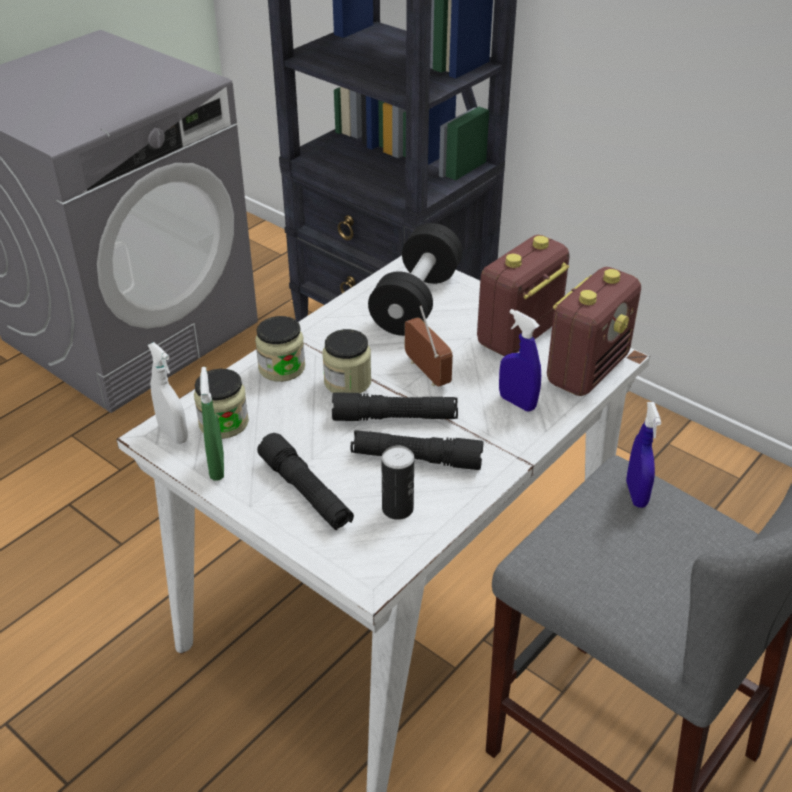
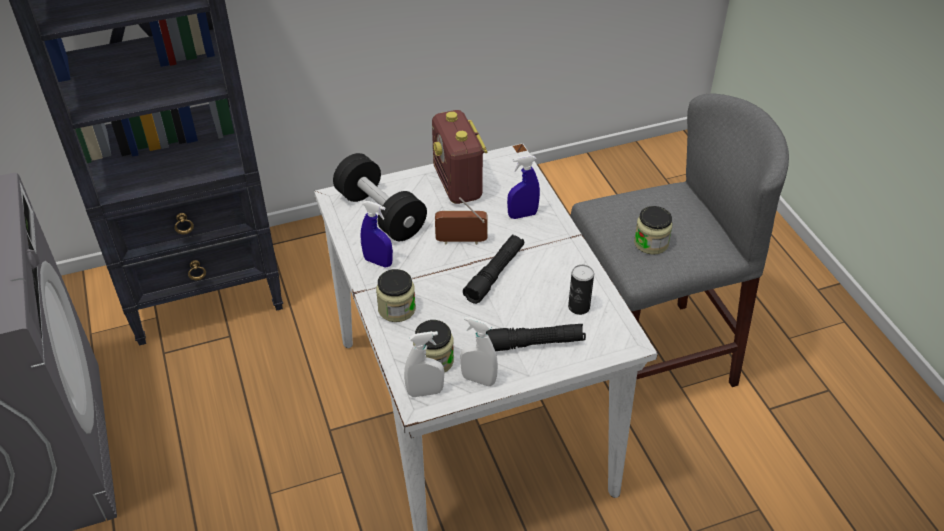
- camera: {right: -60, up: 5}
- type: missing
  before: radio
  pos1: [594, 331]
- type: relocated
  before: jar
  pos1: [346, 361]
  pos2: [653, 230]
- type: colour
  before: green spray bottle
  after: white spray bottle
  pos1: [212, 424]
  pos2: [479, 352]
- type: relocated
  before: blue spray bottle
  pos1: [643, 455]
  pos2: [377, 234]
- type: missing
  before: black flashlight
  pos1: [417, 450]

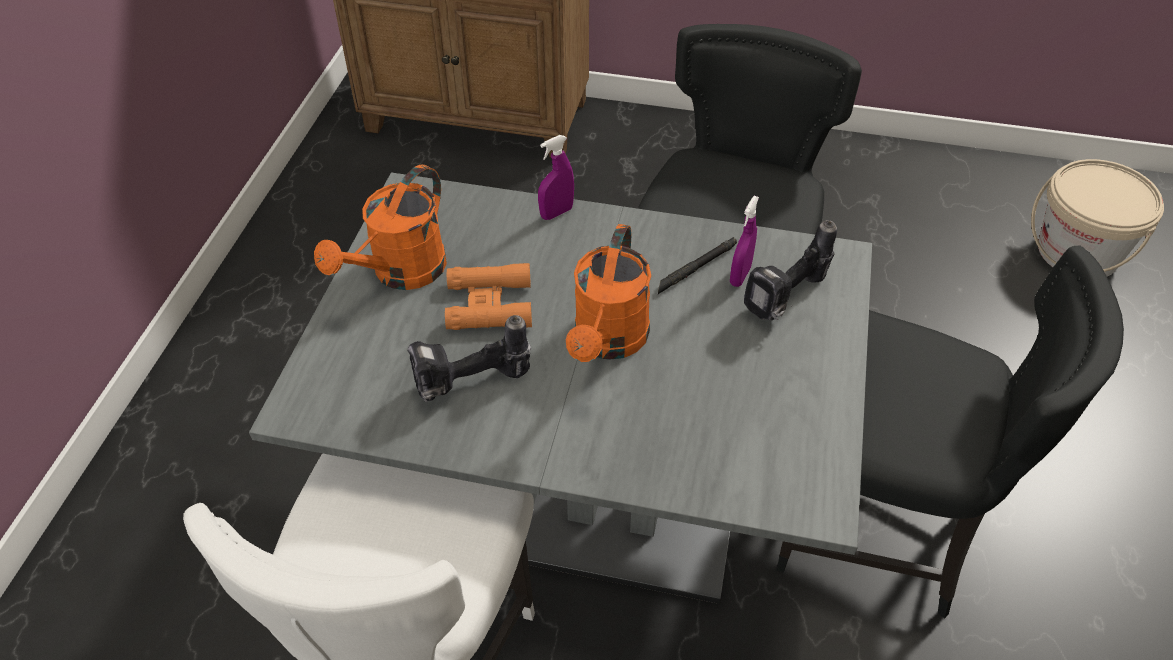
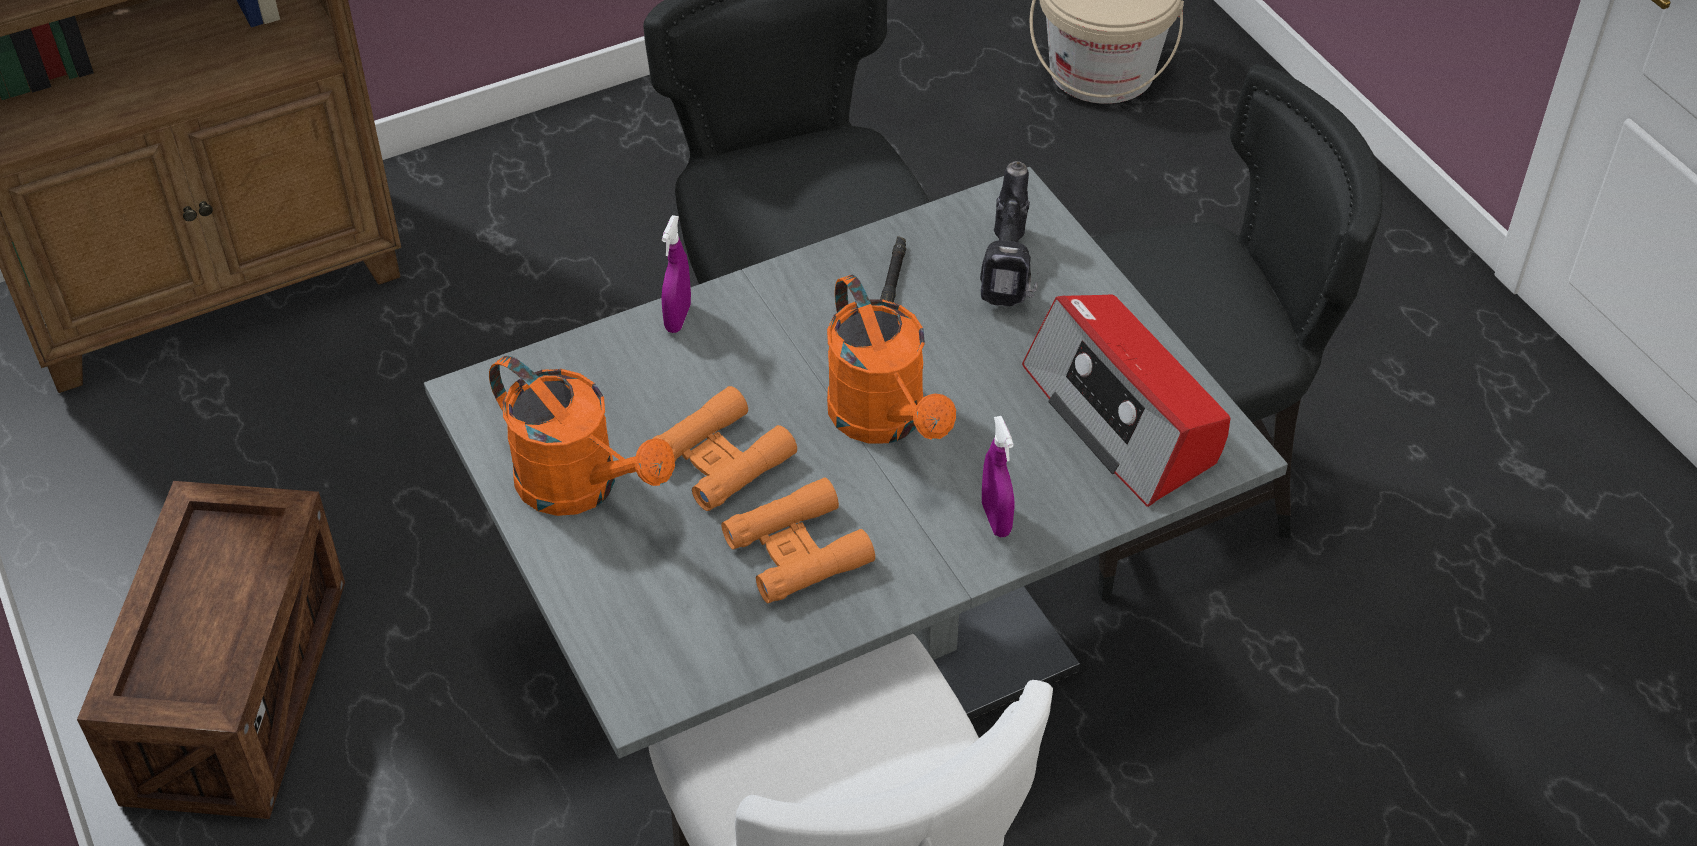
- camera: {right: -40, up: 0}
- type: spun
  before: orange watering can
  pos1: [380, 227]
  pos2: [582, 436]
  turn: -45
- type: relocated
  before: purple spray bottle
  pos1: [744, 241]
  pos2: [998, 476]
- type: exchanged
  before: power drill
  after: orange binoculars
  pos1: [469, 358]
  pos2: [798, 540]
- type: appeared
  after: radio
  pos2: [1126, 400]
- type: appeared
  after: crate
  pos2: [211, 650]

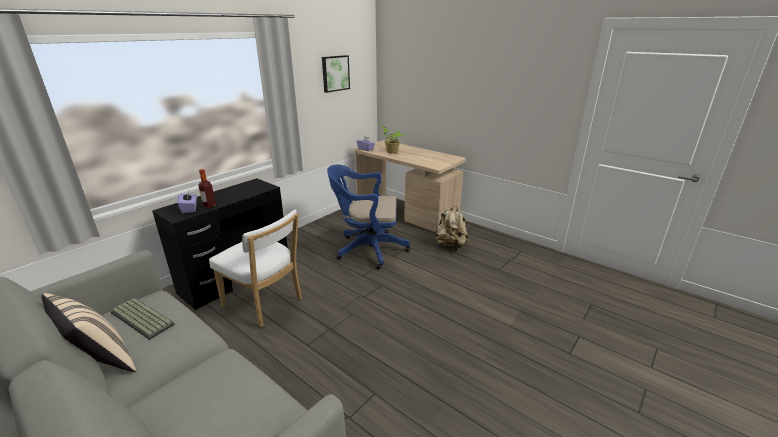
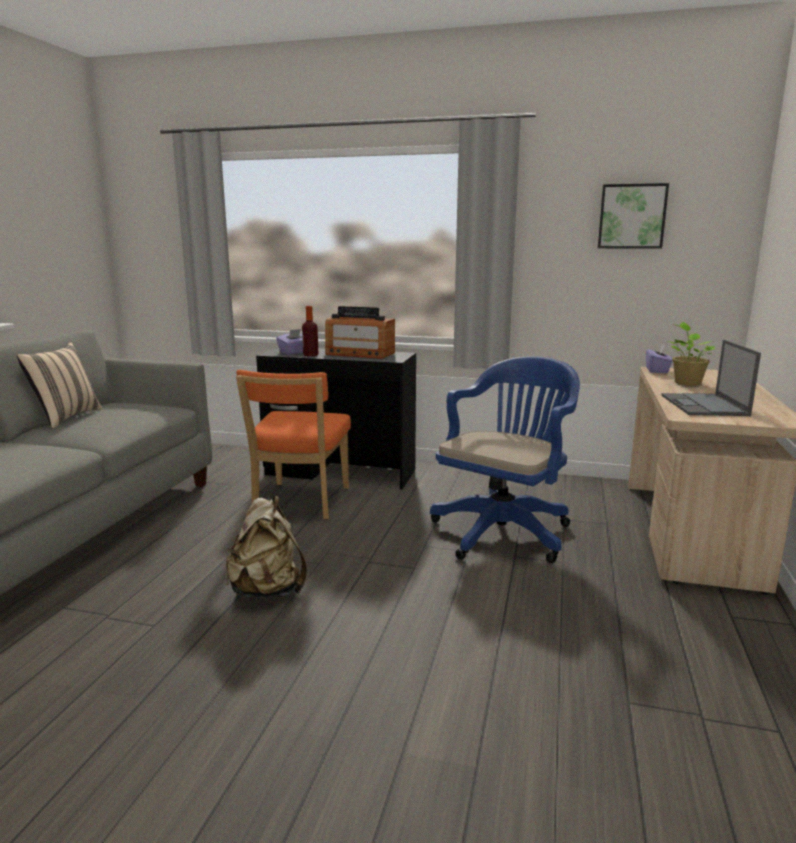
- camera: {right: 65, up: -10}
- type: spun
  before: blue office chair
  pos1: [368, 217]
  pos2: [505, 459]
  turn: 60
- type: relocated
  before: beige backpack
  pos1: [451, 228]
  pos2: [266, 547]
- type: colour
  before: white chair
  after: orange chair
  pos1: [255, 268]
  pos2: [293, 445]
- type: missing
  before: keyboard
  pos1: [143, 319]
- type: appeared
  after: radio
  pos2: [360, 332]
- type: appeared
  after: laptop
  pos2: [711, 378]

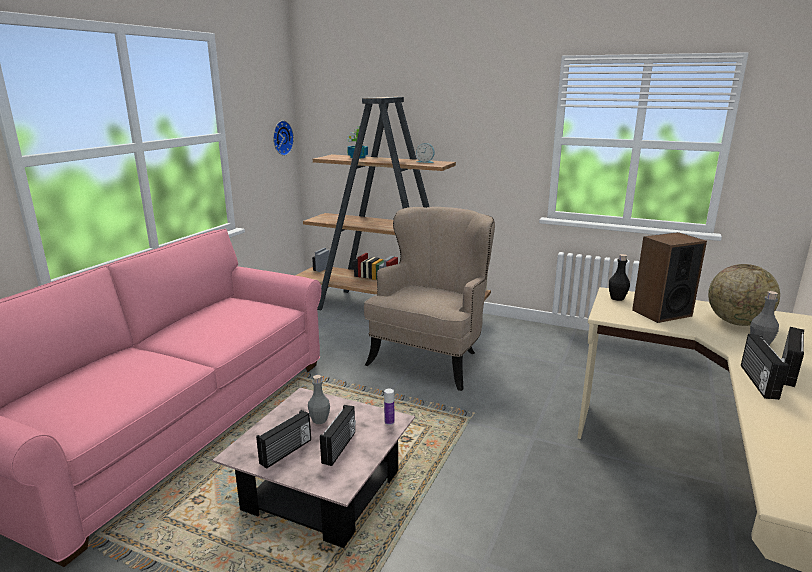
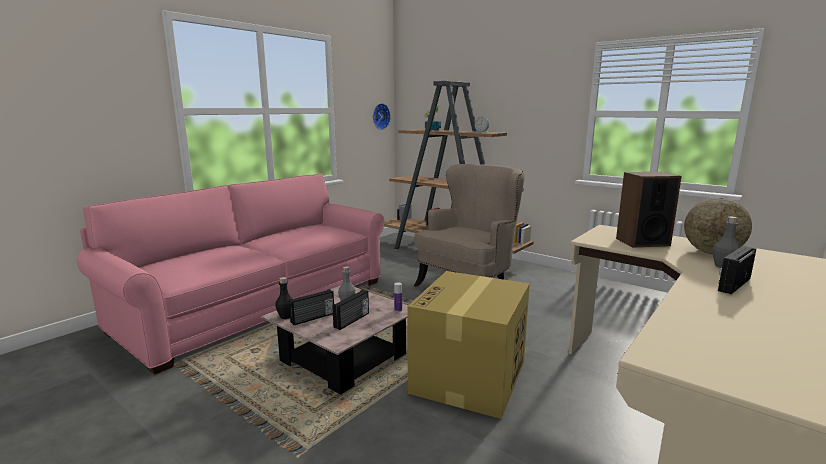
- camera: {right: 15, up: -5}
- type: relocated
  before: black bottle
  pos1: [619, 277]
  pos2: [284, 298]
- type: missing
  before: radio
  pos1: [765, 367]
- type: appeared
  after: cardboard box
  pos2: [468, 345]

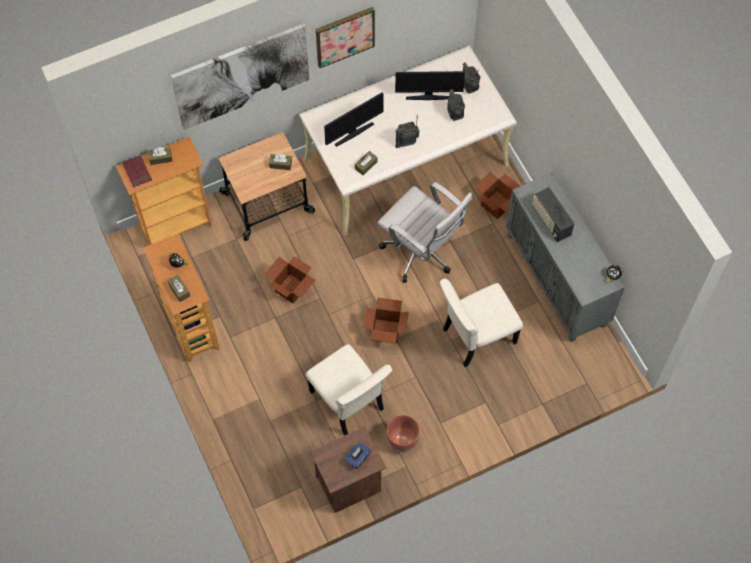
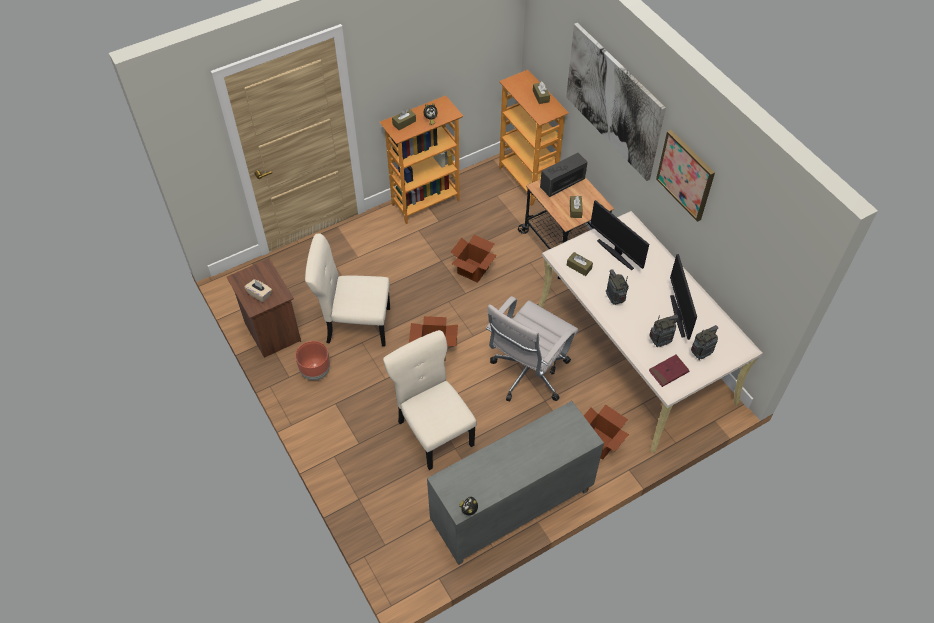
- camera: {right: 85, up: -10}
- type: relocated
  before: red book
  pos1: [137, 171]
  pos2: [669, 371]
- type: relocated
  before: radio
  pos1: [553, 214]
  pos2: [563, 175]
- type: spun
  before: beige chair
  pos1: [349, 390]
  pos2: [347, 289]
  turn: 45
- type: colour
  before: blue tissue box
  after: beige tissue box
  pos1: [358, 455]
  pos2: [258, 290]

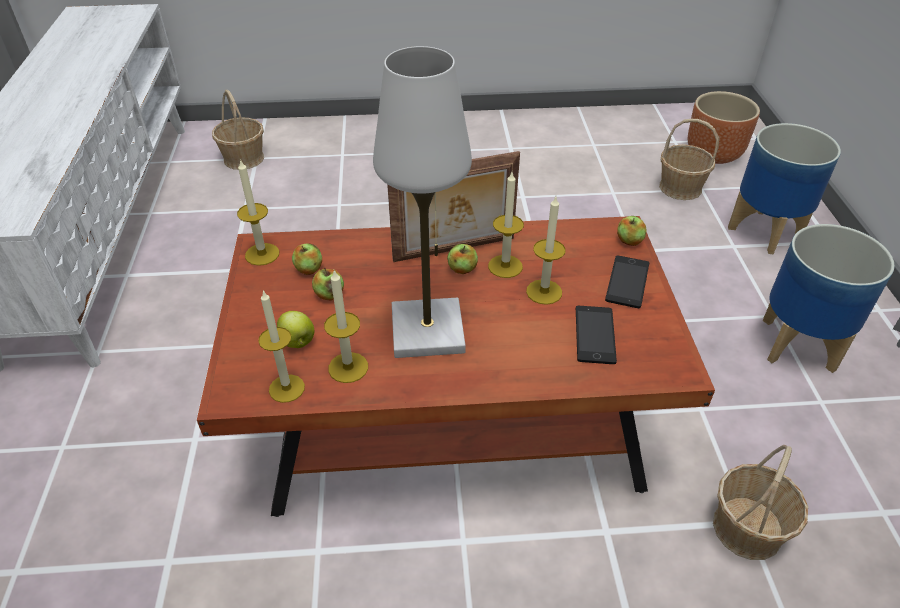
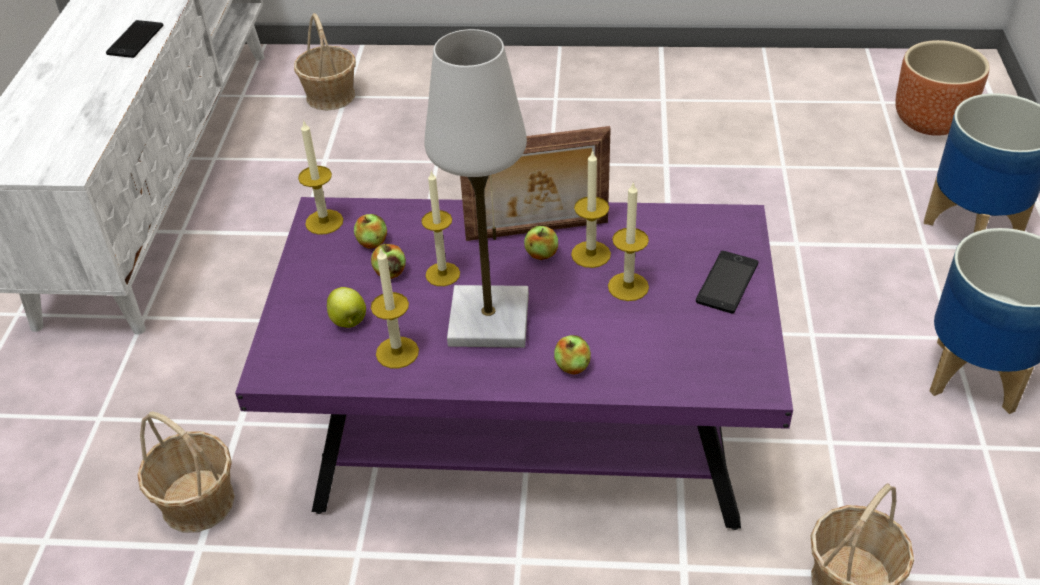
- camera: {right: 10, up: 0}
- type: relocated
  before: basket
  pos1: [689, 159]
  pos2: [186, 471]
- type: colour
  before: brown coffee table
  after: purple coffee table
  pos1: [456, 366]
  pos2: [514, 363]
- type: relocated
  before: apple
  pos1: [632, 231]
  pos2: [572, 355]
- type: relocated
  before: candle
  pos1: [281, 346]
  pos2: [440, 228]
- type: relocated
  before: phone
  pos1: [596, 335]
  pos2: [134, 39]

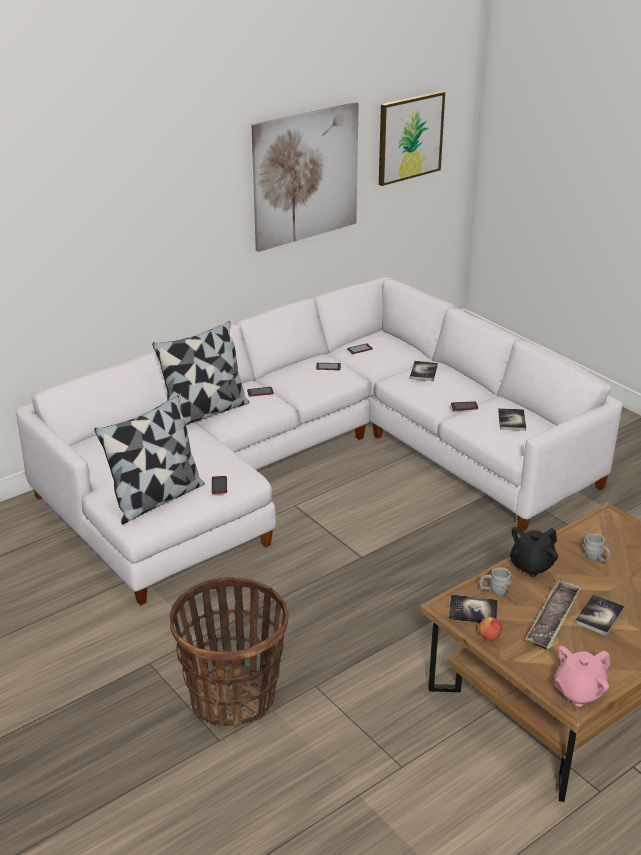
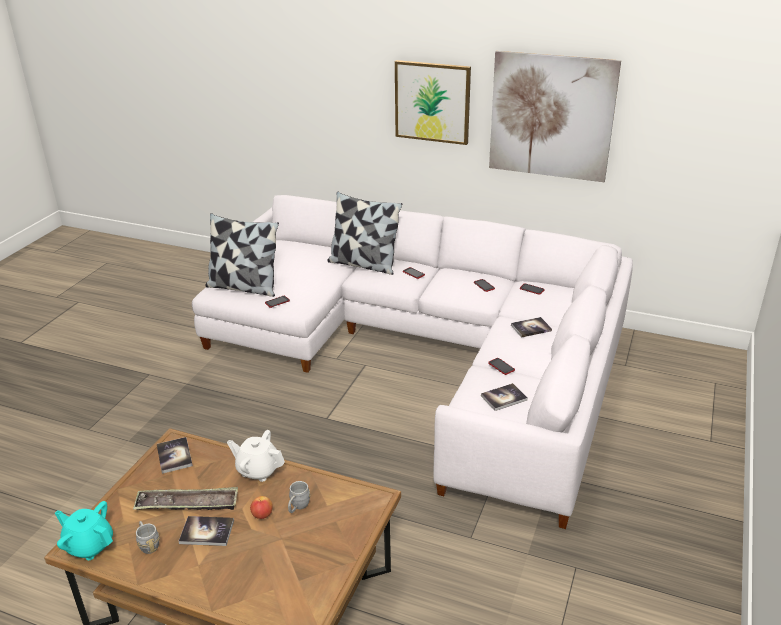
- camera: {right: 60, up: 0}
- type: relocated
  before: picture
  pos1: [412, 138]
  pos2: [433, 102]
- type: colour
  before: black teapot
  after: white teapot
  pos1: [534, 552]
  pos2: [256, 456]
- type: relocated
  before: grey mug
  pos1: [495, 581]
  pos2: [148, 537]
- type: missing
  before: basket
  pos1: [229, 651]
- type: relocated
  before: apple
  pos1: [490, 629]
  pos2: [261, 507]
- type: colour
  before: pink teapot
  after: turquoise teapot
  pos1: [582, 676]
  pos2: [84, 530]

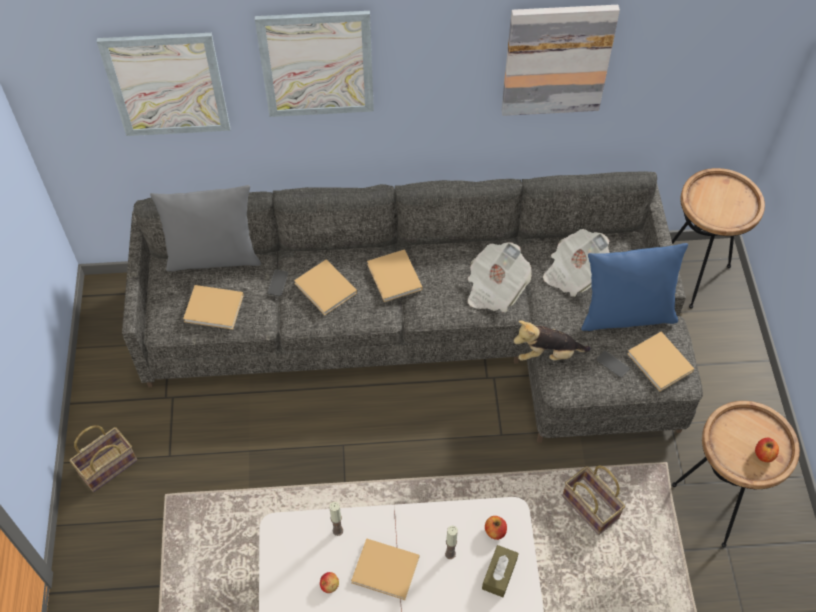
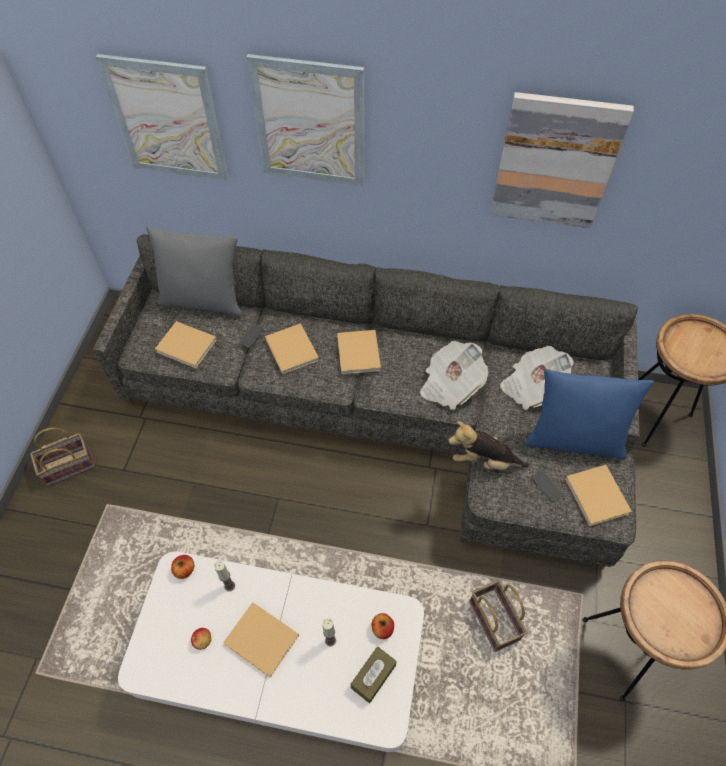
- camera: {right: 15, up: 0}
- type: relocated
  before: apple
  pos1: [767, 450]
  pos2: [182, 567]

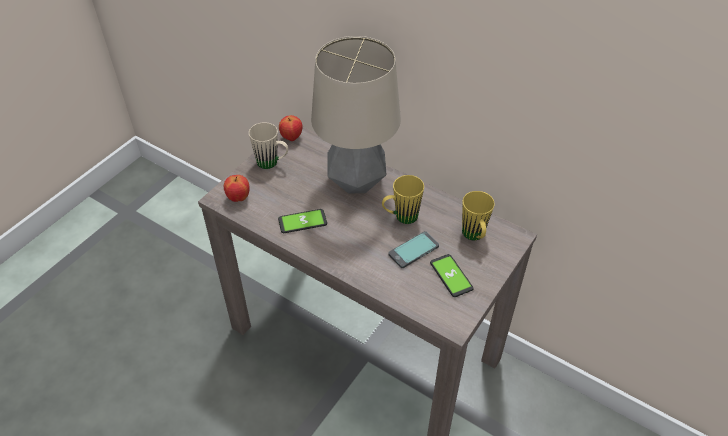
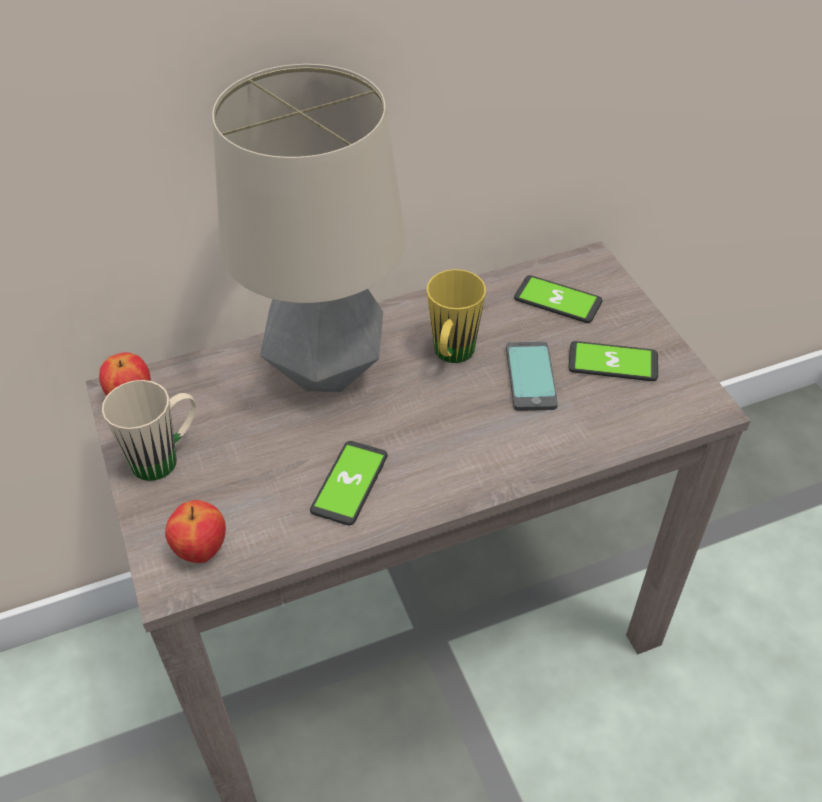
- camera: {right: -55, up: 0}
- type: exchanged
  before: yellow mug
  after: phone
  pos1: [478, 215]
  pos2: [558, 299]

